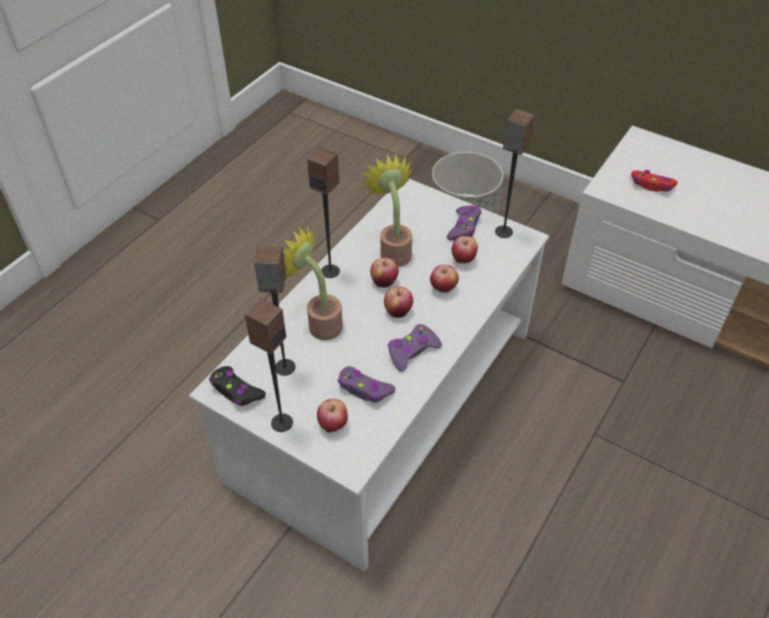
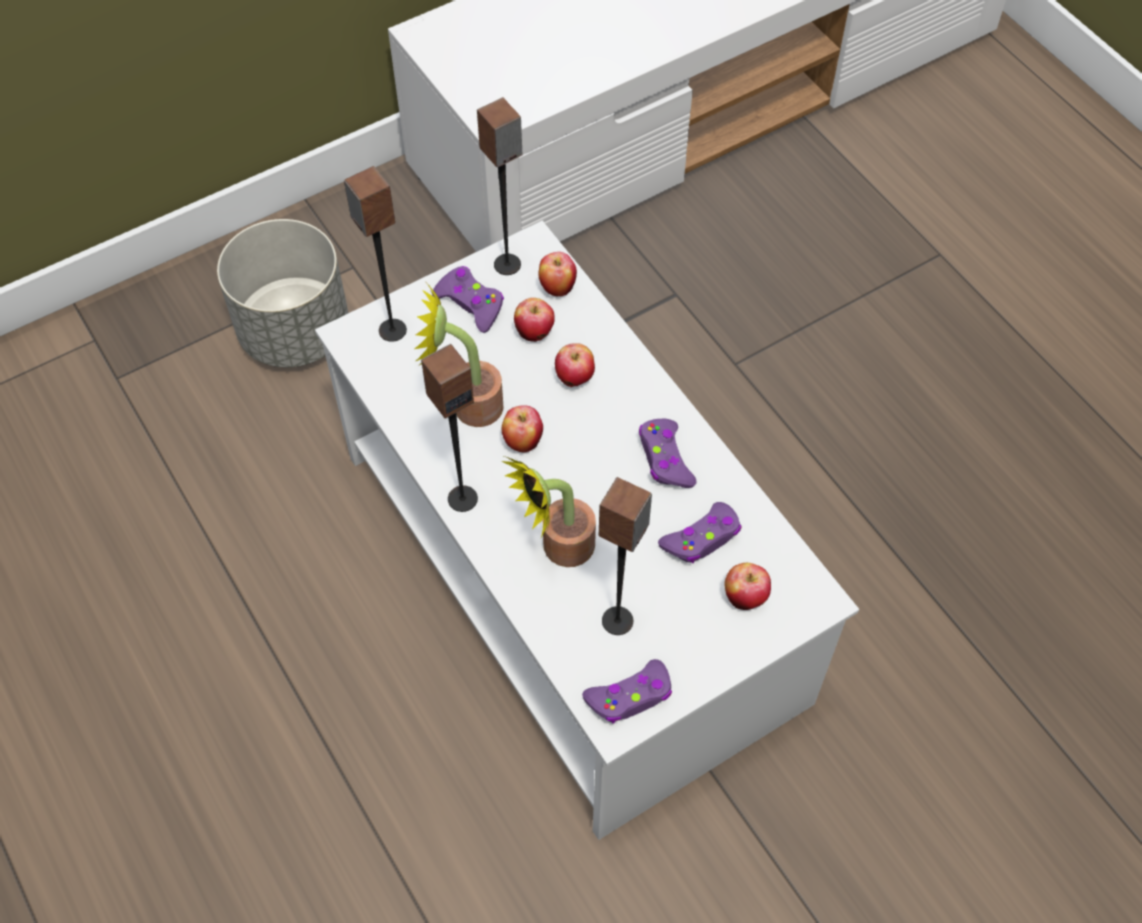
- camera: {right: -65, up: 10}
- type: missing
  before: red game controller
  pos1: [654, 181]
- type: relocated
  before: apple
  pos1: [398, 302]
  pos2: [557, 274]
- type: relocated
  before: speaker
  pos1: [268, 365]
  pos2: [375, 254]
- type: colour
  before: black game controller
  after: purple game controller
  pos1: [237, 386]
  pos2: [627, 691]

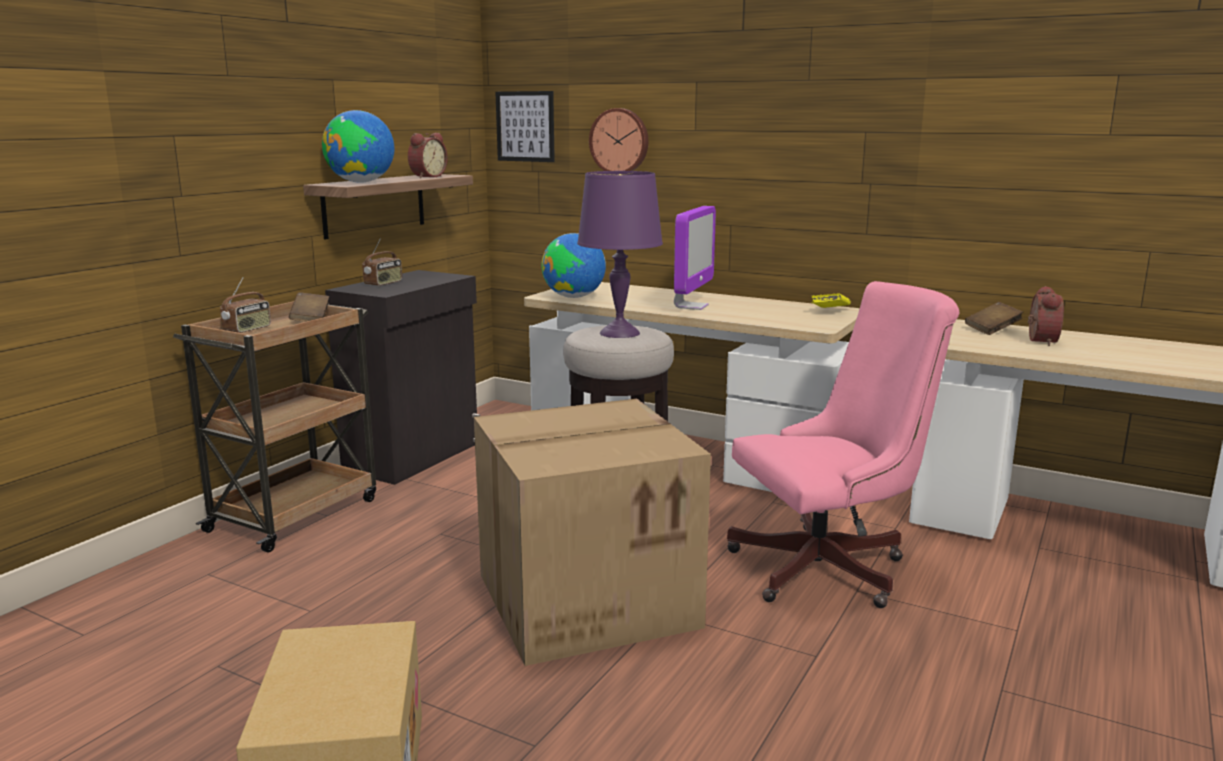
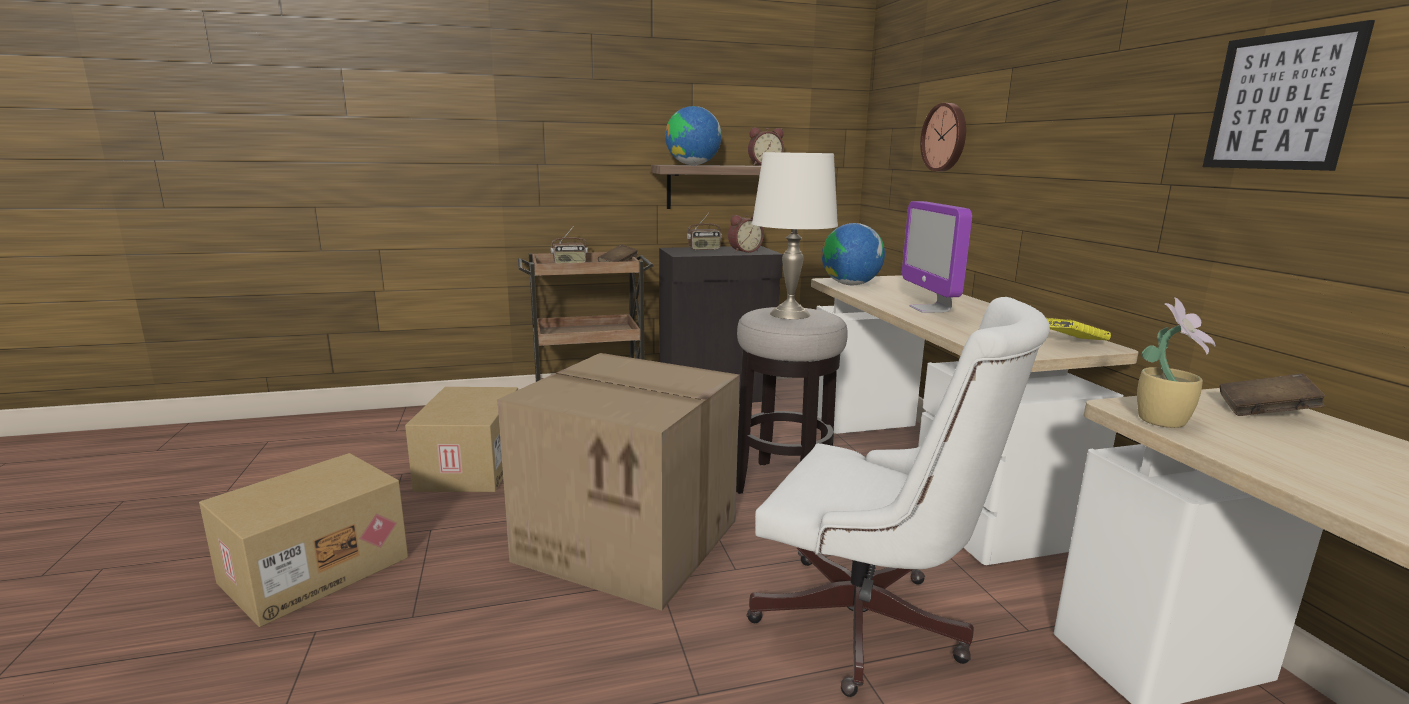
- camera: {right: 45, up: 0}
- type: relocated
  before: picture
  pos1: [525, 126]
  pos2: [1289, 95]
- type: colour
  before: purple table lamp
  after: white table lamp
  pos1: [620, 254]
  pos2: [795, 235]
- type: spun
  before: monitor
  pos1: [695, 258]
  pos2: [937, 257]
  turn: 105
- type: colour
  before: pink office chair
  after: white office chair
  pos1: [843, 444]
  pos2: [898, 497]
- type: relocated
  before: alarm clock
  pos1: [1046, 316]
  pos2: [746, 234]
- type: appeared
  after: potted plant
  pos2: [1176, 362]
- type: appeared
  after: cardboard box
  pos2: [461, 439]

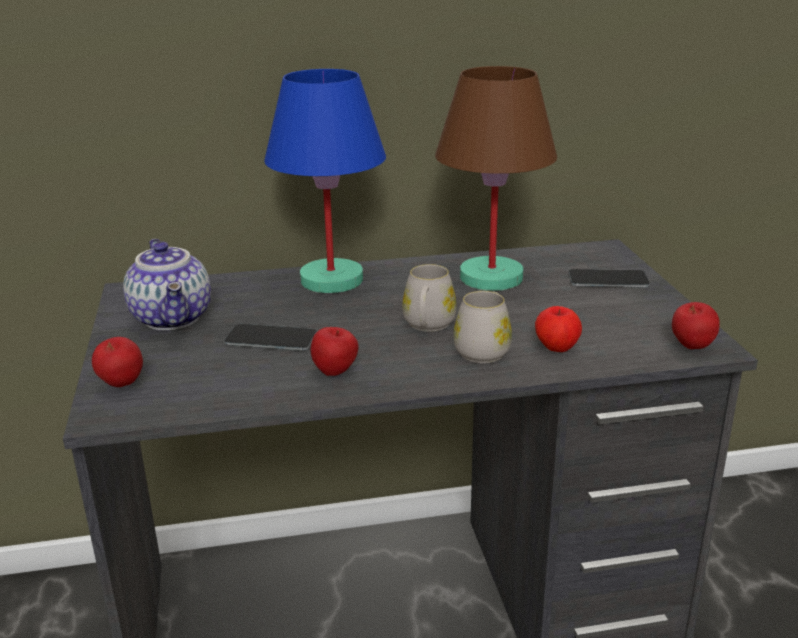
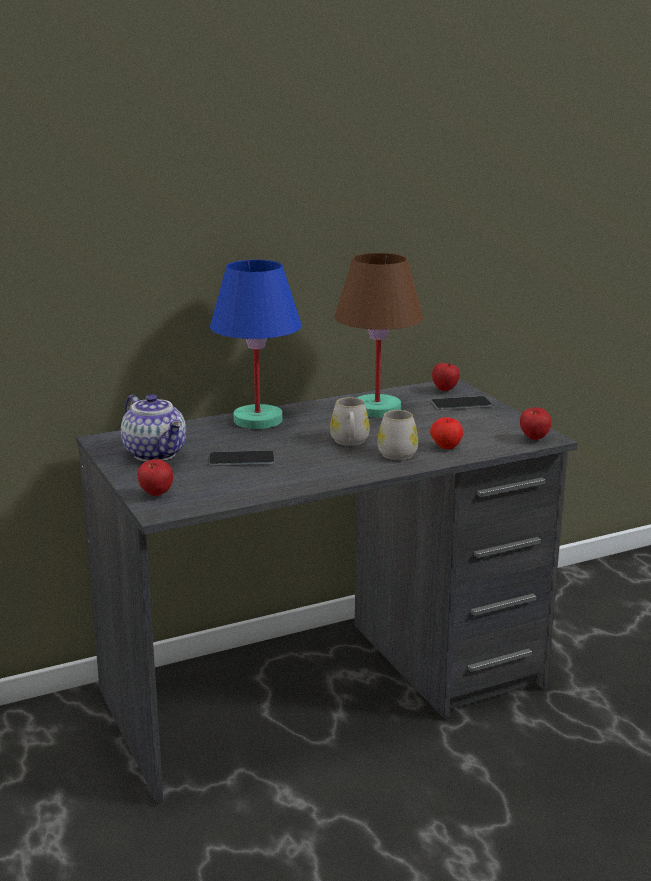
- camera: {right: -15, up: -5}
- type: relocated
  before: apple
  pos1: [335, 351]
  pos2: [446, 377]

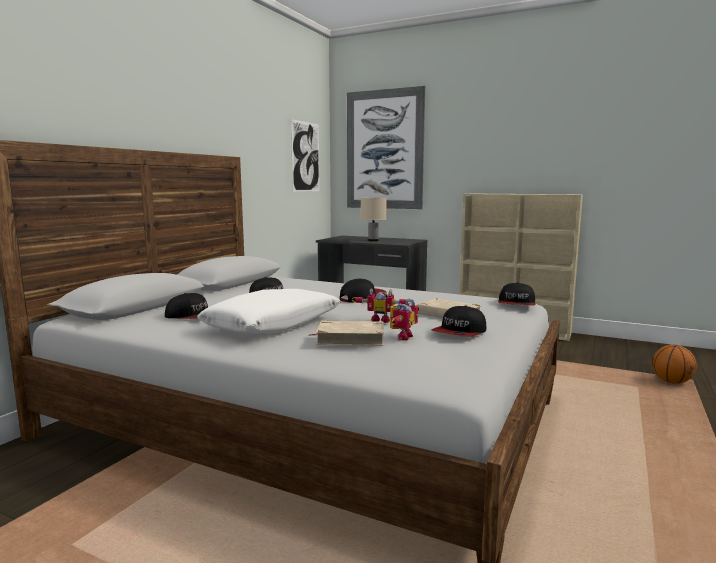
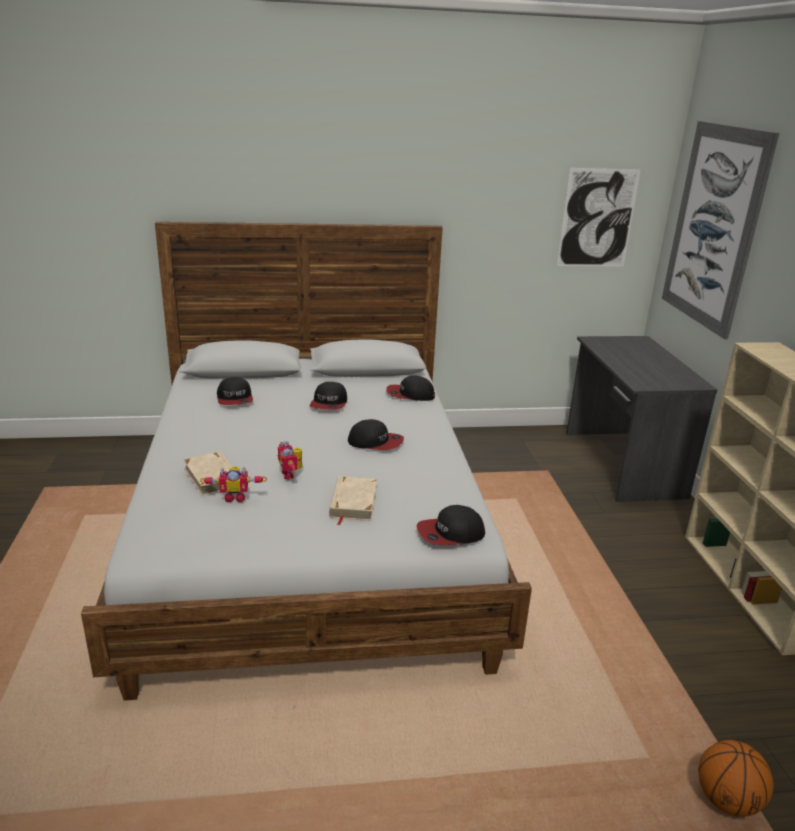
- camera: {right: 55, up: 15}
- type: missing
  before: beige table lamp
  pos1: [374, 219]
- type: missing
  before: white pillow
  pos1: [269, 311]
- type: relocated
  before: cap
  pos1: [459, 321]
  pos2: [410, 388]

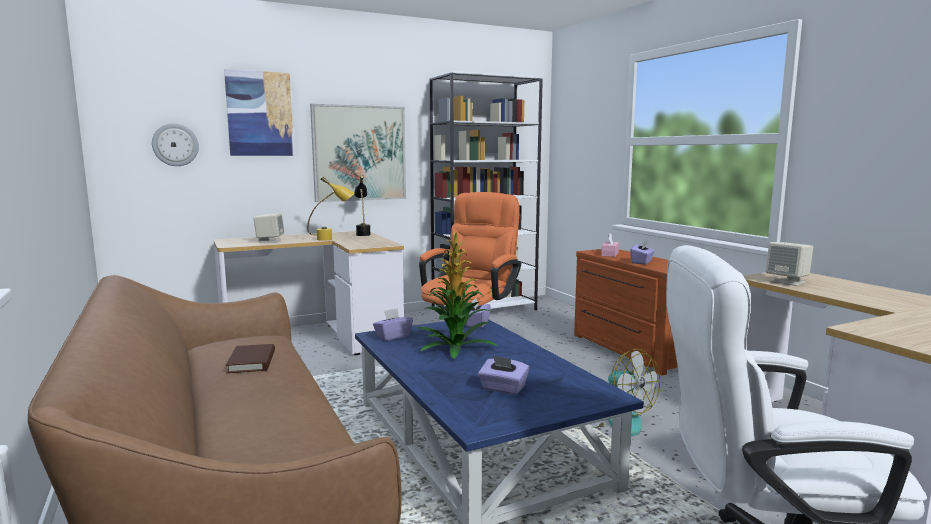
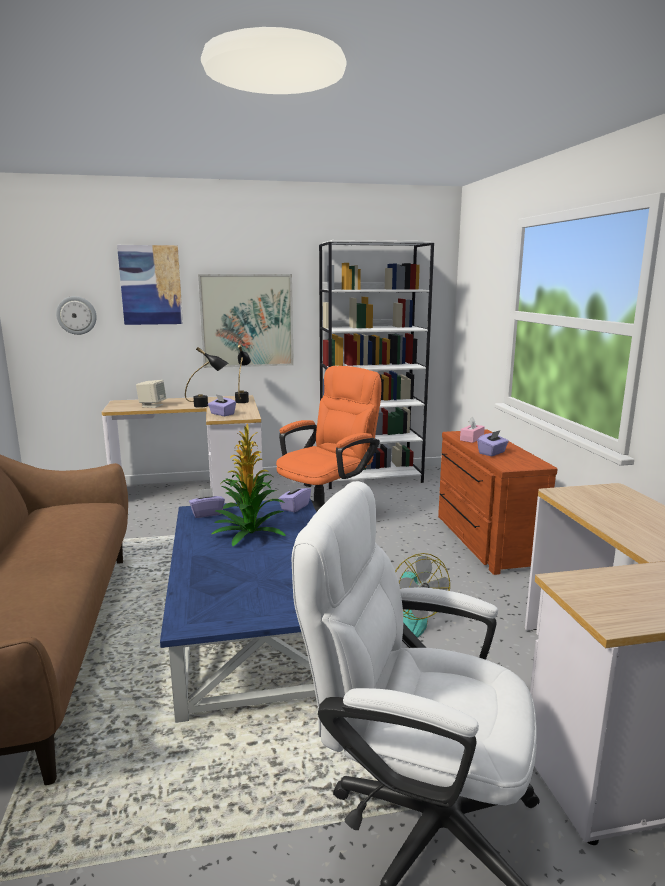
- camera: {right: 15, up: 5}
- type: colour
  before: yellow table lamp
  after: black table lamp
  pos1: [331, 208]
  pos2: [206, 377]
- type: missing
  before: beige speaker
  pos1: [789, 264]
- type: missing
  before: brown book
  pos1: [250, 359]
- type: relocated
  before: purple tissue box
  pos1: [503, 375]
  pos2: [222, 405]

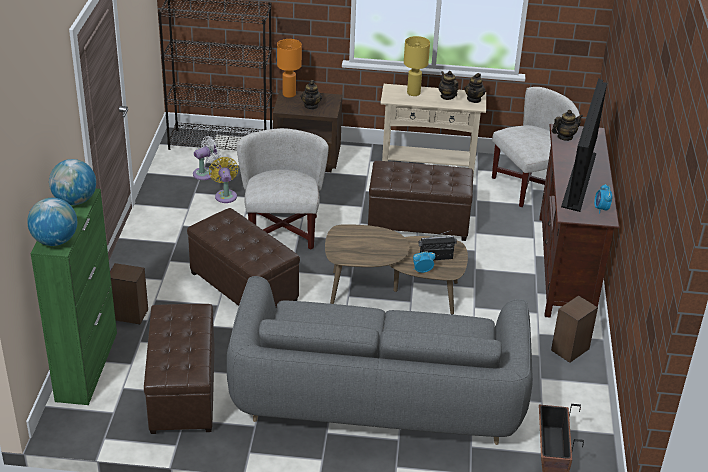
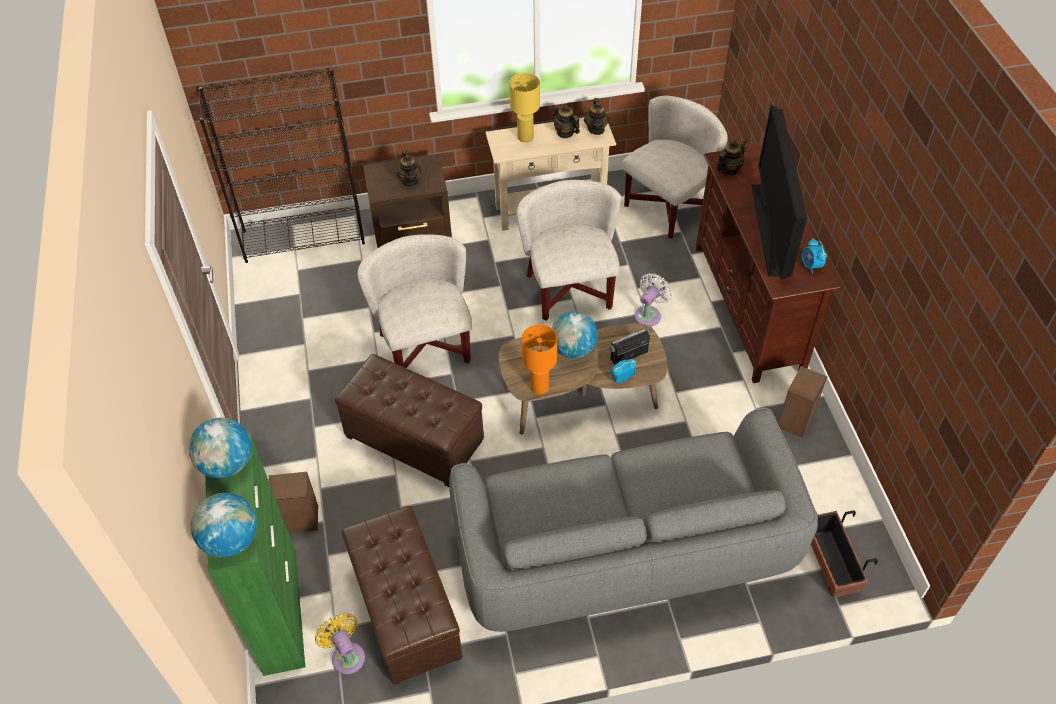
- camera: {right: -15, up: 15}
- type: relocated
  before: orange table lamp
  pos1: [289, 68]
  pos2: [539, 359]
- type: relocated
  before: white fan
  pos1: [207, 158]
  pos2: [653, 299]
- type: relocated
  before: yellow fan
  pos1: [223, 180]
  pos2: [340, 644]
- type: exchanged
  before: brown ottoman
  after: white armchair
  pos1: [420, 201]
  pos2: [569, 250]
- type: appeared
  after: globe
  pos2: [575, 335]

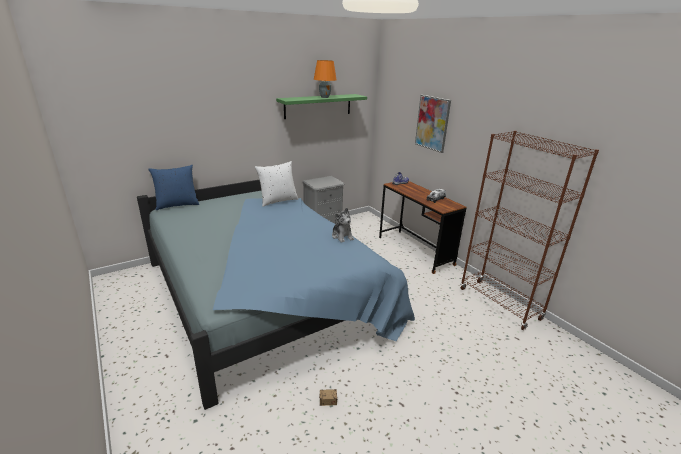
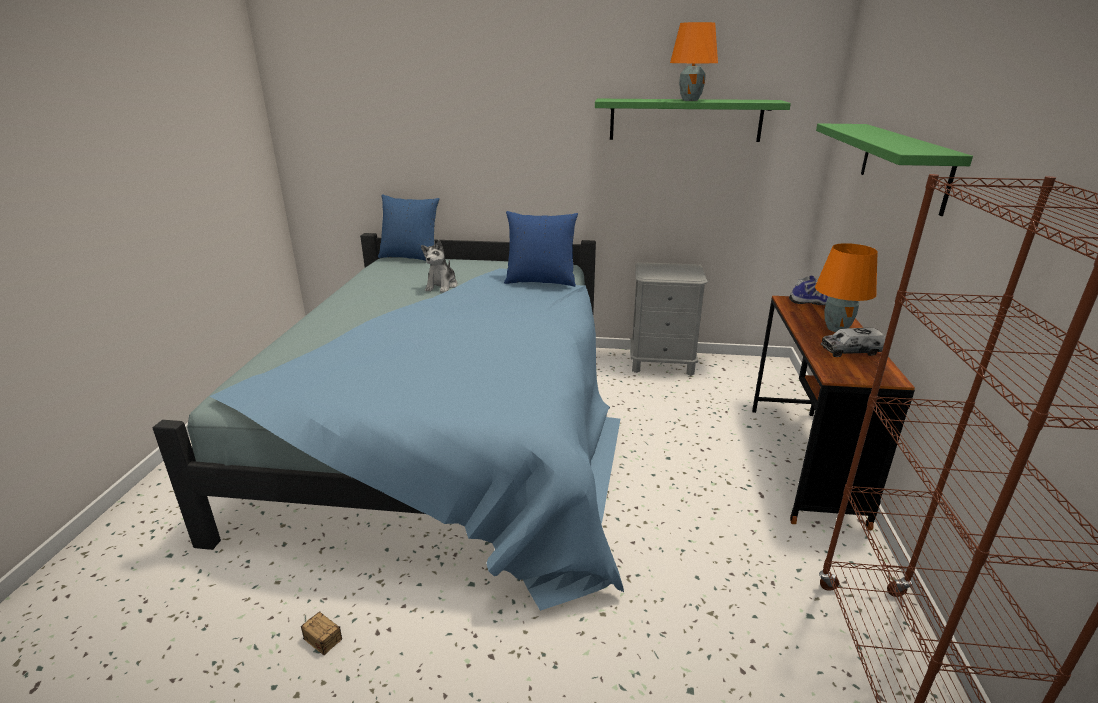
- camera: {right: 40, up: 0}
- type: exchanged
  before: picture
  after: green shelf
  pos1: [433, 124]
  pos2: [894, 169]
- type: colour
  before: white pillow
  after: blue pillow
  pos1: [276, 184]
  pos2: [541, 249]
- type: relocated
  before: plush toy
  pos1: [343, 225]
  pos2: [439, 266]
- type: appeared
  after: orange table lamp
  pos2: [846, 287]

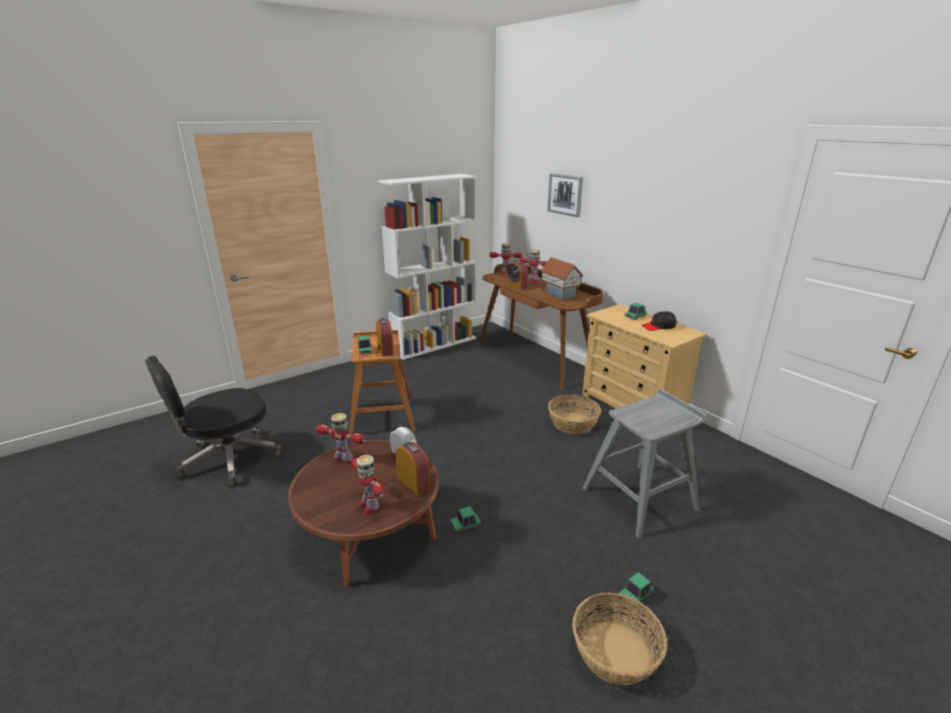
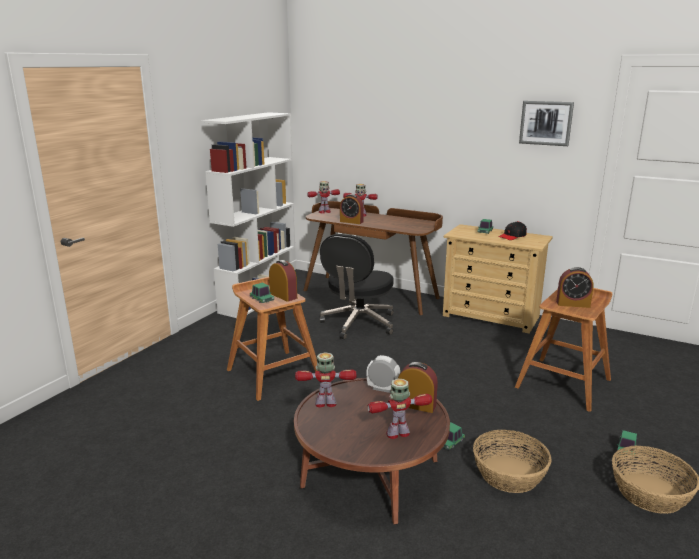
- camera: {right: -25, up: -5}
- type: relocated
  before: picture
  pos1: [565, 195]
  pos2: [546, 123]
- type: missing
  before: toy house
  pos1: [561, 278]
- type: relocated
  before: black office chair
  pos1: [213, 421]
  pos2: [357, 287]
- type: colour
  before: grey stool
  after: brown stool
  pos1: [644, 464]
  pos2: [563, 350]
- type: relocated
  before: basket
  pos1: [574, 414]
  pos2: [512, 461]
- type: spun
  before: toy robot
  pos1: [369, 484]
  pos2: [400, 409]
  turn: 135
- type: appeared
  after: alarm clock
  pos2: [574, 287]

